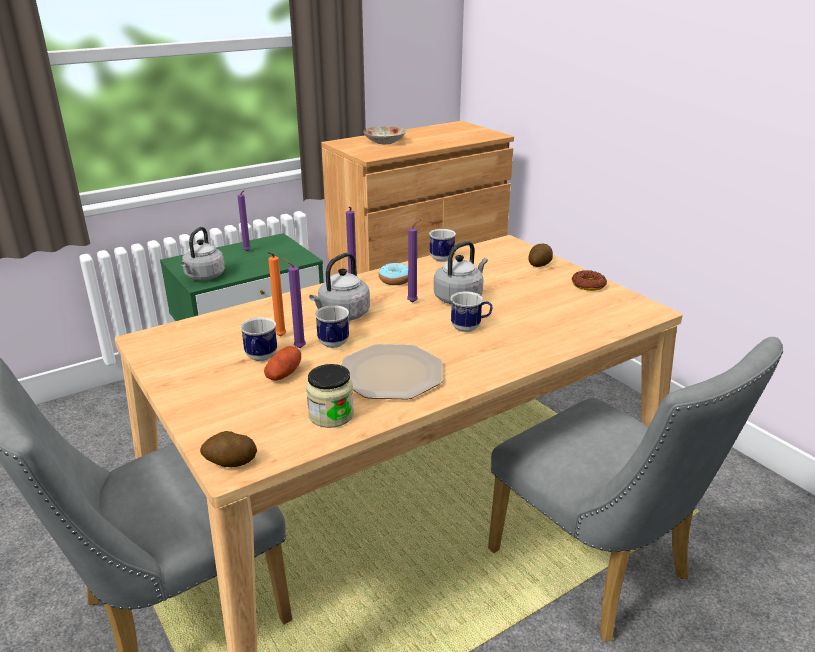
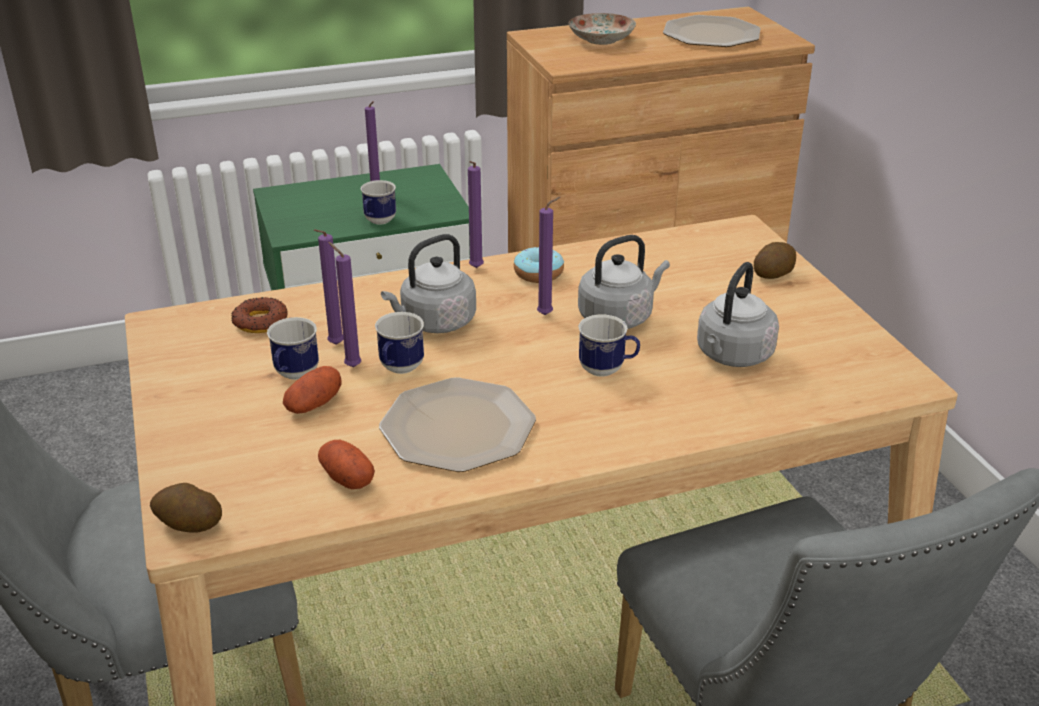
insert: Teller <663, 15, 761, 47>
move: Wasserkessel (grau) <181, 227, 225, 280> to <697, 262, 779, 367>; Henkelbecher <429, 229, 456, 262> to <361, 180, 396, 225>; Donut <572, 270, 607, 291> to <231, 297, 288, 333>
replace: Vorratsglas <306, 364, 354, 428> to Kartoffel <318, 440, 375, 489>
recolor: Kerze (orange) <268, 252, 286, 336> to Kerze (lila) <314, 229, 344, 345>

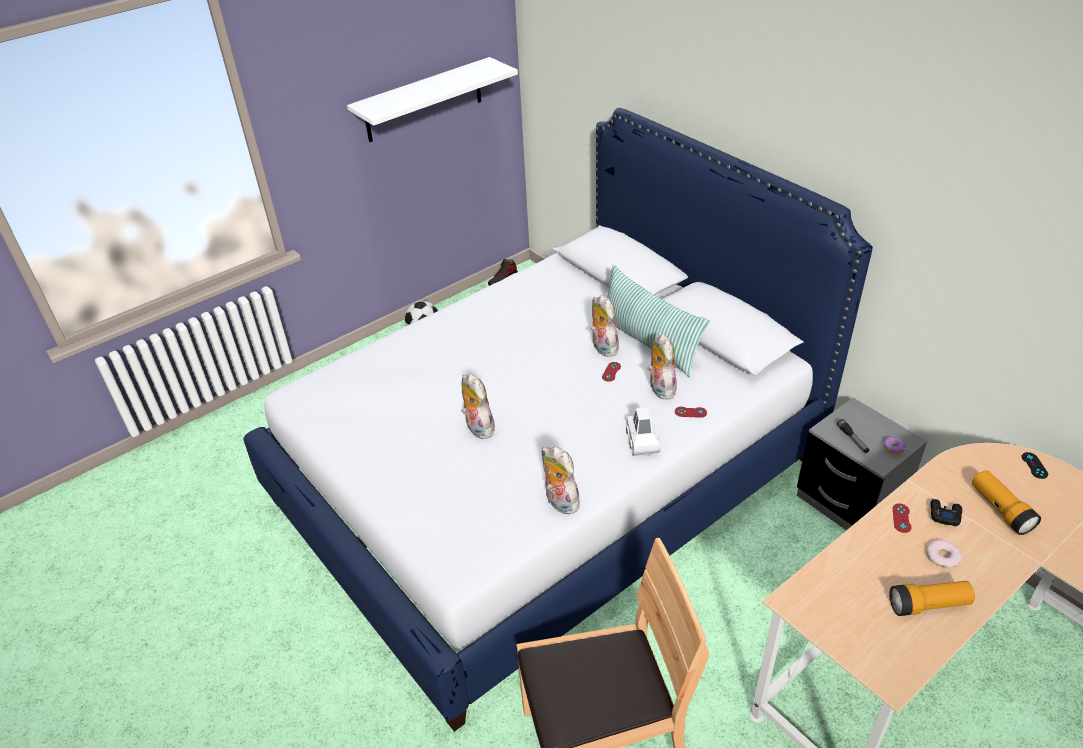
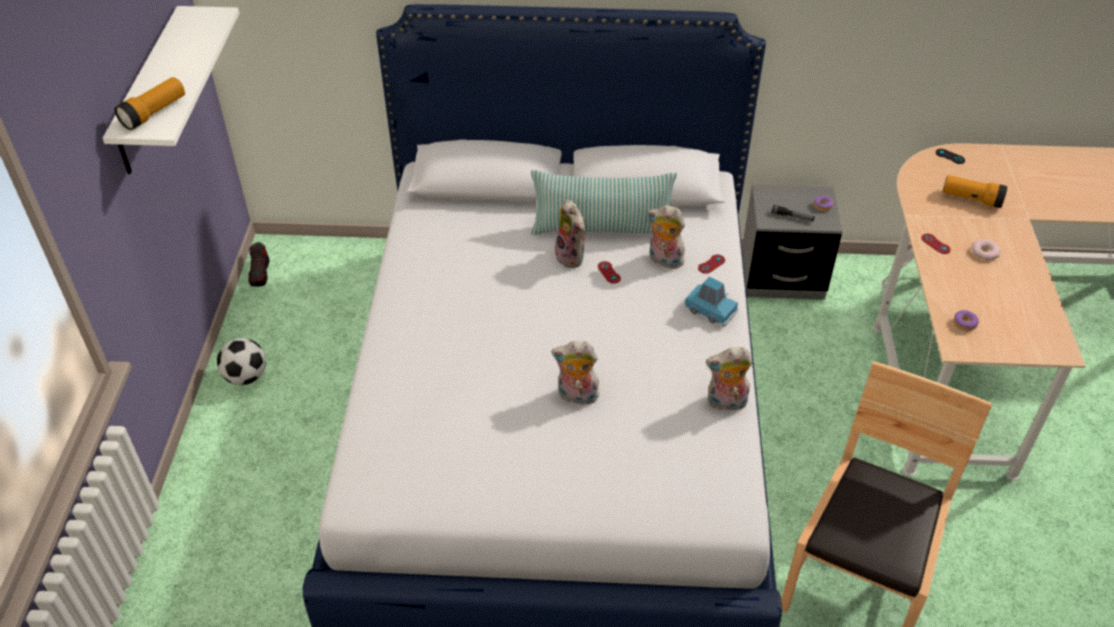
delete: Gamepad (schwarz) <931, 499, 962, 527>
insert: Donut <953, 310, 979, 331>
move: Taschenlampe <889, 581, 975, 616> to <115, 77, 185, 130>
recolor: Spielzeugauto (weiß) <626, 407, 660, 456> to Spielzeugauto (blau) <685, 277, 738, 327>
rotate: Plüschtier <591, 295, 619, 357> = <555, 199, 586, 268> 135 degrees counterclockwise

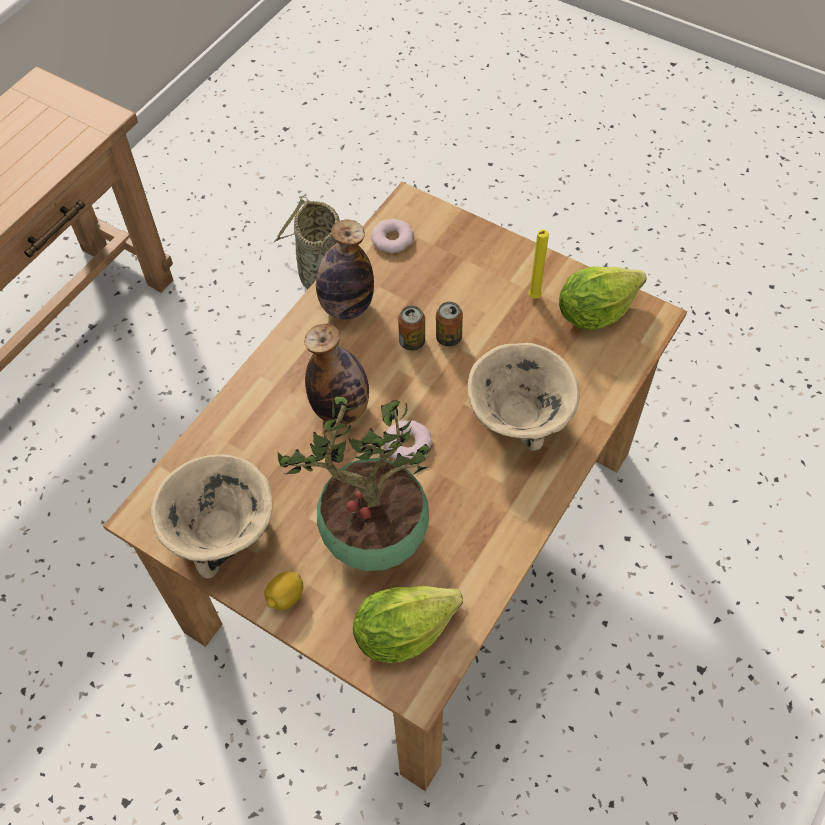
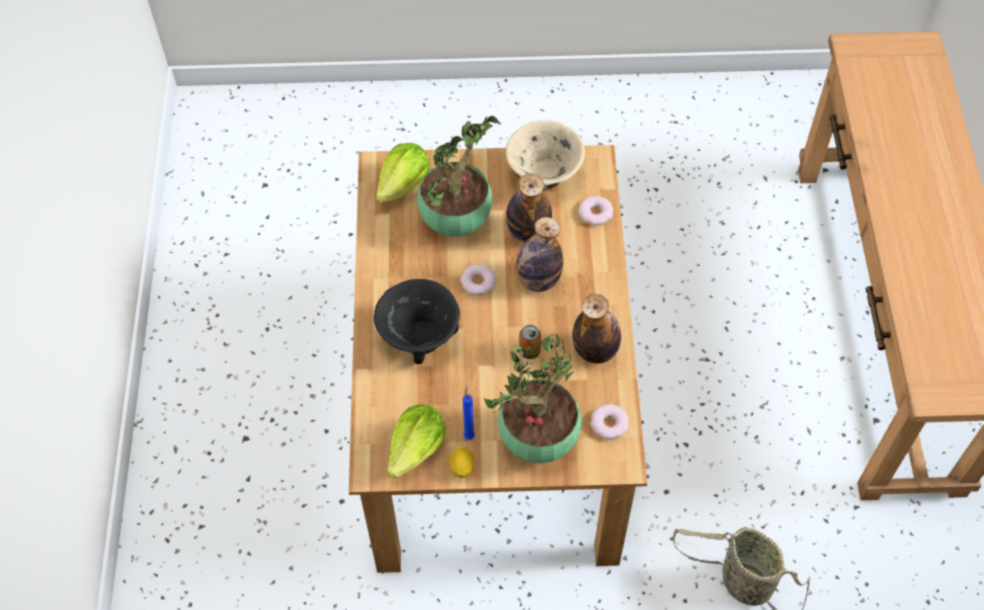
delete: Dose <436, 301, 463, 347>
insert: Topfpflanze <484, 334, 582, 464>; Flasche <506, 174, 552, 242>; Donut <578, 196, 614, 226>
move: Zitrone <264, 572, 303, 610> to <449, 445, 474, 478>
recolor: Schüssel (beige) <467, 343, 579, 451> to Schüssel (schwarz) <374, 279, 460, 364>; Kerze (gelb) <529, 229, 549, 298> to Kerze (blau) <463, 385, 475, 440>

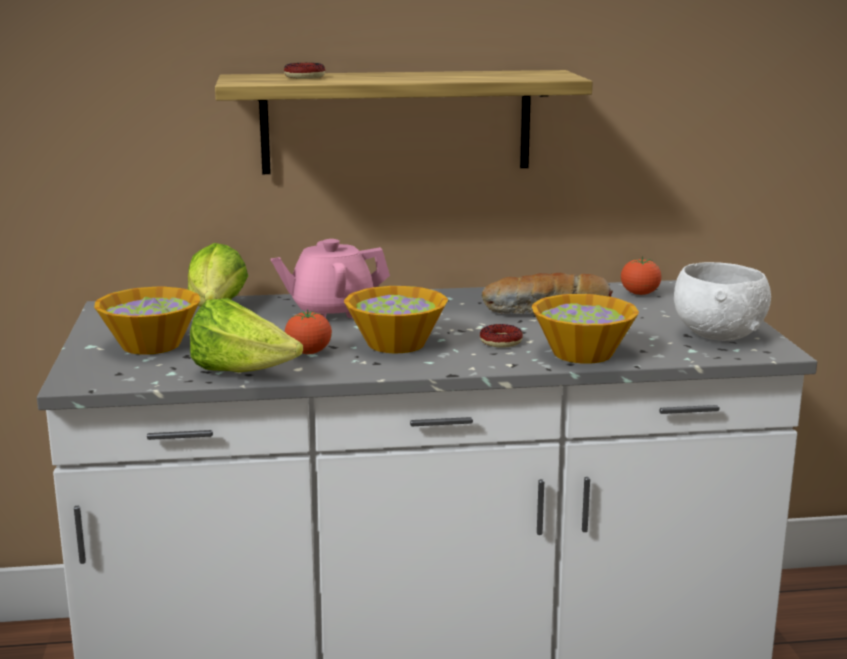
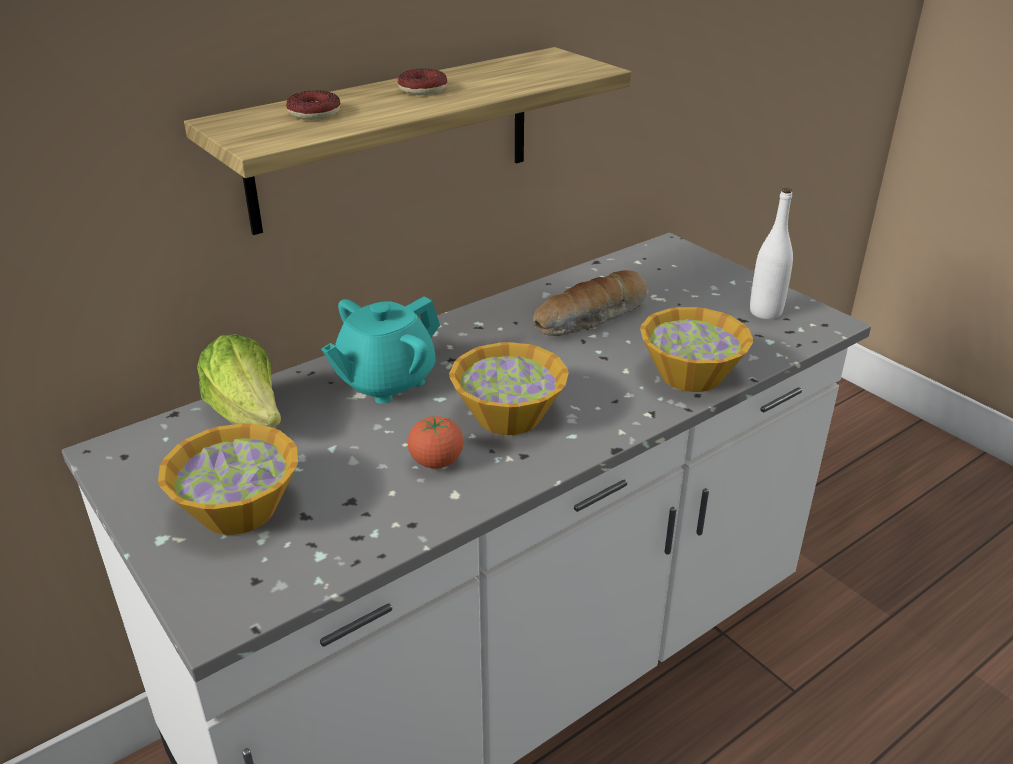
delete: Salatkopf <190, 298, 303, 372>; Tomate <621, 256, 662, 295>
move: Donut <480, 324, 523, 348> to <398, 69, 447, 95>
replace: Schüssel (weiß) <674, 262, 771, 341> to Flasche (weiß) <750, 188, 793, 320>
recolor: Teekanne (rosa) <271, 239, 390, 318> to Teekanne (türkis) <321, 296, 440, 404>

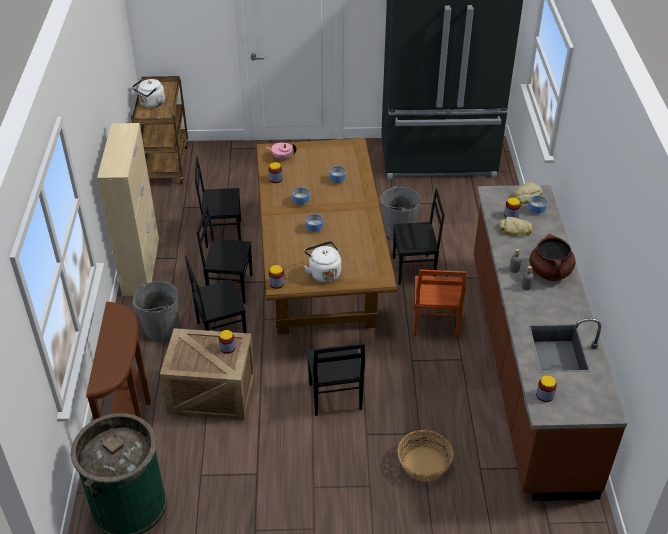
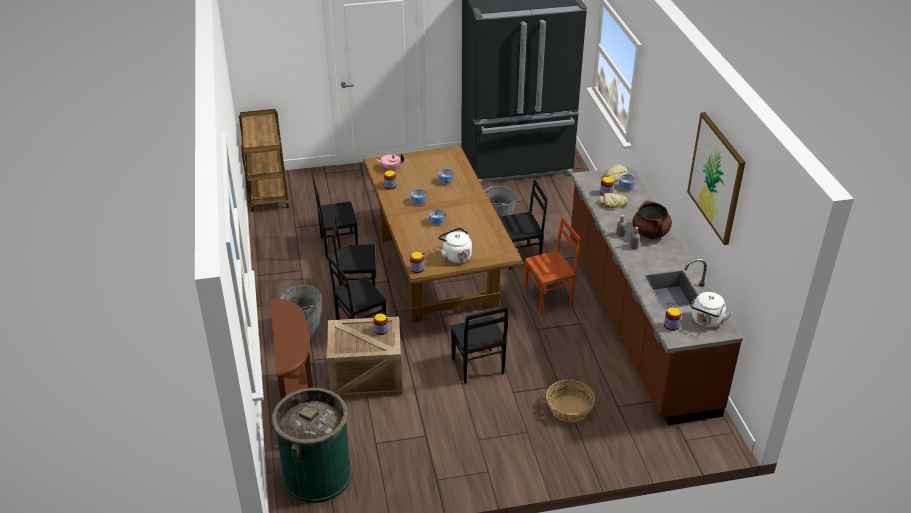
delete: Schrank (beige) <97, 123, 159, 296>
insert: Bild <687, 112, 745, 245>
move: Wasserkessel (weiß) <132, 79, 165, 108> to <690, 292, 732, 328>
rotate: Stuhl (braun) <414, 270, 467, 339> = <524, 217, 581, 314> 105 degrees counterclockwise

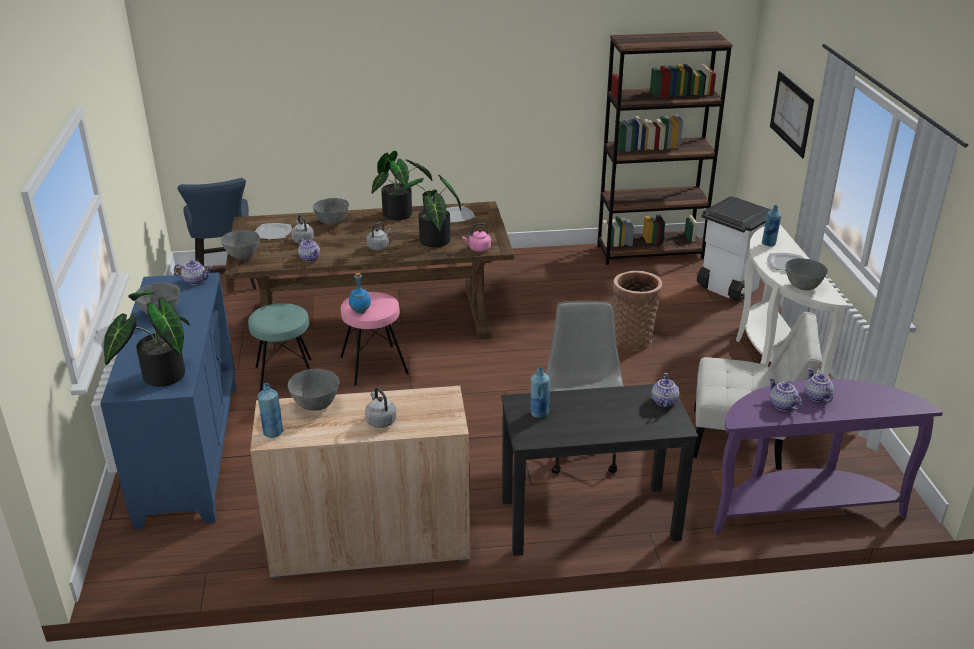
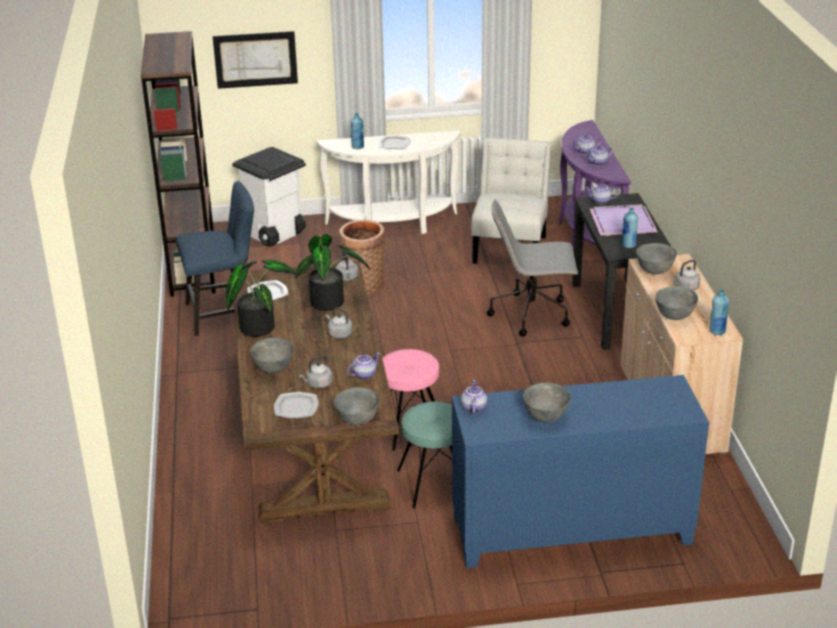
delete: Topfpflanze <104, 291, 190, 387>; Flasche (blau) <349, 273, 371, 314>
insert: Tablett (lila) <590, 204, 658, 236>
move: Stuhl (blau) <178, 178, 256, 289> to <176, 181, 254, 336>; Schüssel (grau) <786, 258, 828, 290> to <636, 243, 677, 274>
recolor: Wasserkessel (rosa) <462, 223, 491, 252> to Wasserkessel (grau) <335, 253, 359, 282>

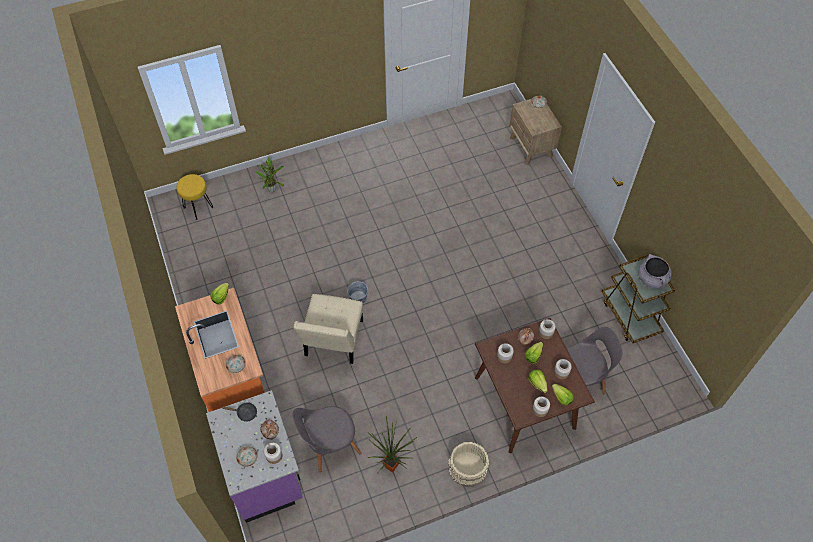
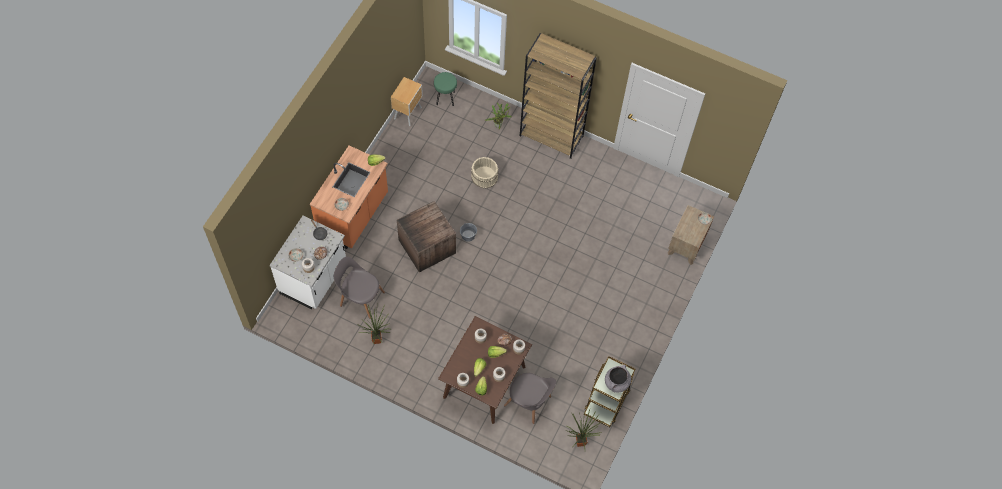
insert: Nachttisch (braun) <391, 77, 423, 126>; Bücherregal (braun) <520, 33, 597, 159>; Topfpflanze <566, 409, 603, 450>
move: Eimer (beige) <448, 442, 489, 487> to <471, 157, 498, 188>
replace: Stuhl (beige) <294, 294, 363, 364> to Kiste <397, 201, 456, 272>
recolor: Hocker (gelb) <176, 174, 213, 220> to Hocker (grün) <434, 72, 457, 106>; Küchenzeile (lila) <206, 390, 303, 523> to Küchenzeile (weiß) <270, 216, 346, 309>

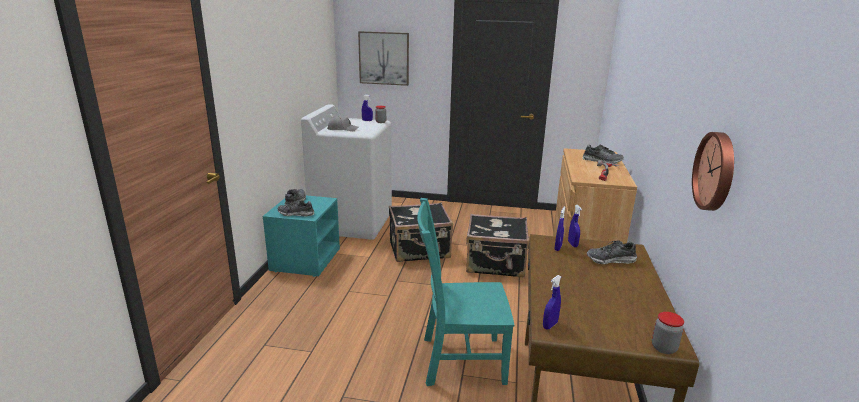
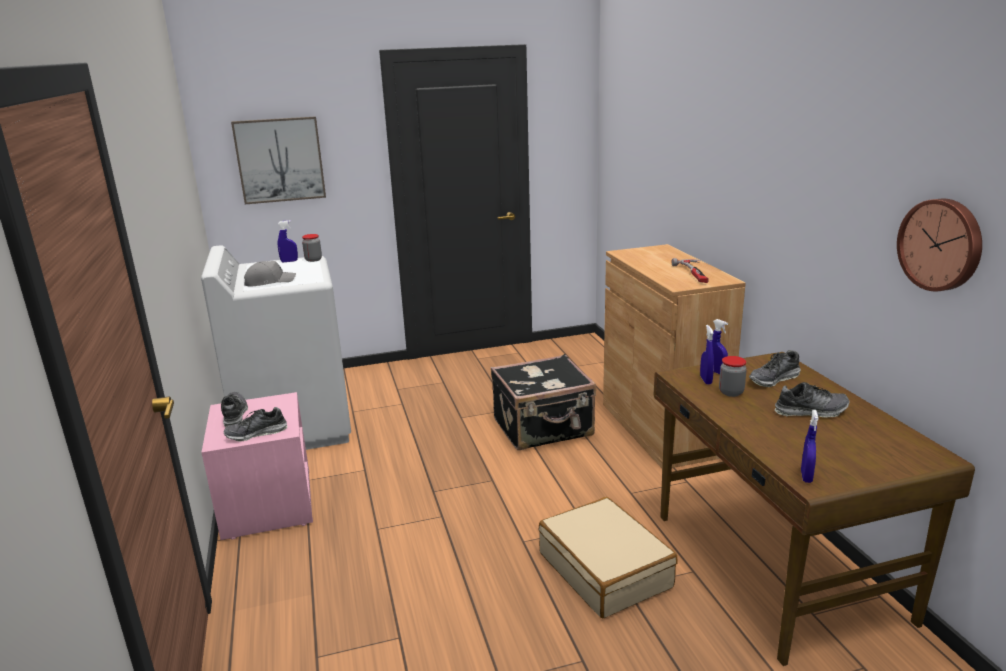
delete: Koffer (schwarz) <389, 203, 453, 262>
move: Schuh <582, 144, 624, 164> to <775, 382, 850, 418>; Vorratsglas <652, 312, 684, 354> to <719, 356, 747, 397>
replace: Stuhl (türkis) <417, 198, 514, 386> to Koffer (beige) <539, 497, 678, 618>
recolor: Nachttisch (türkis) <263, 195, 340, 277> to Nachttisch (rosa) <201, 392, 313, 540>

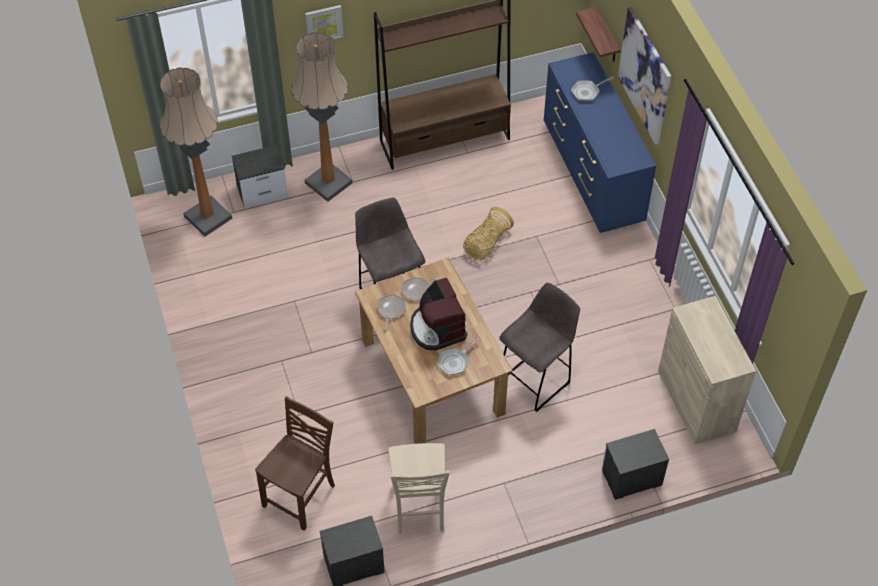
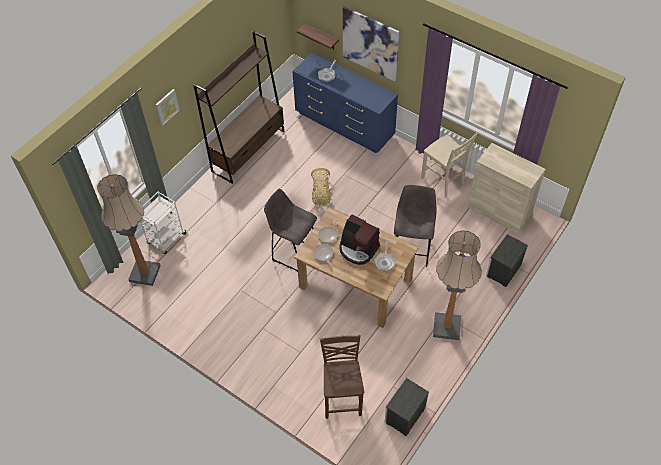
move: Stehlampe <291, 32, 352, 202> to <433, 230, 482, 340>; Stuhl (beige) <388, 443, 450, 535> to <421, 133, 478, 197>
replace: Nachttisch <232, 145, 288, 209> to Rollwagen (weiß) <140, 192, 187, 254>

